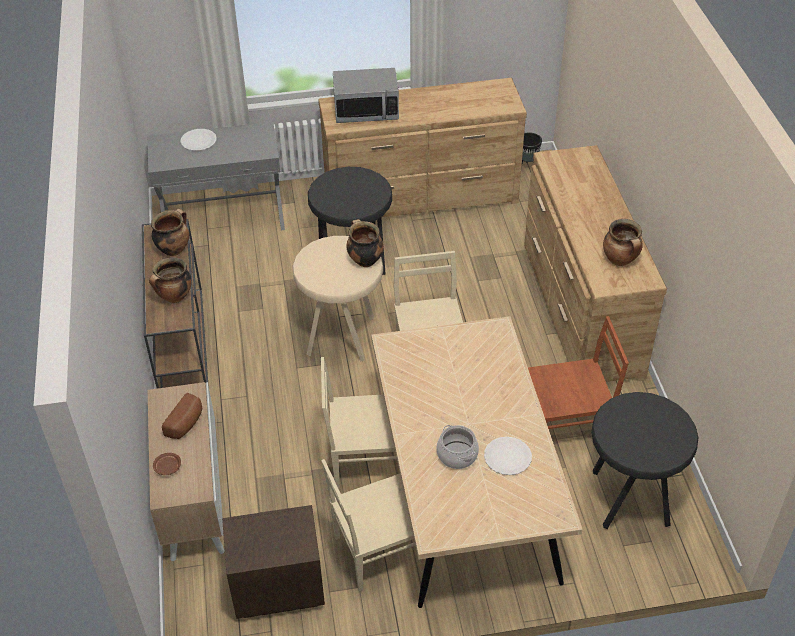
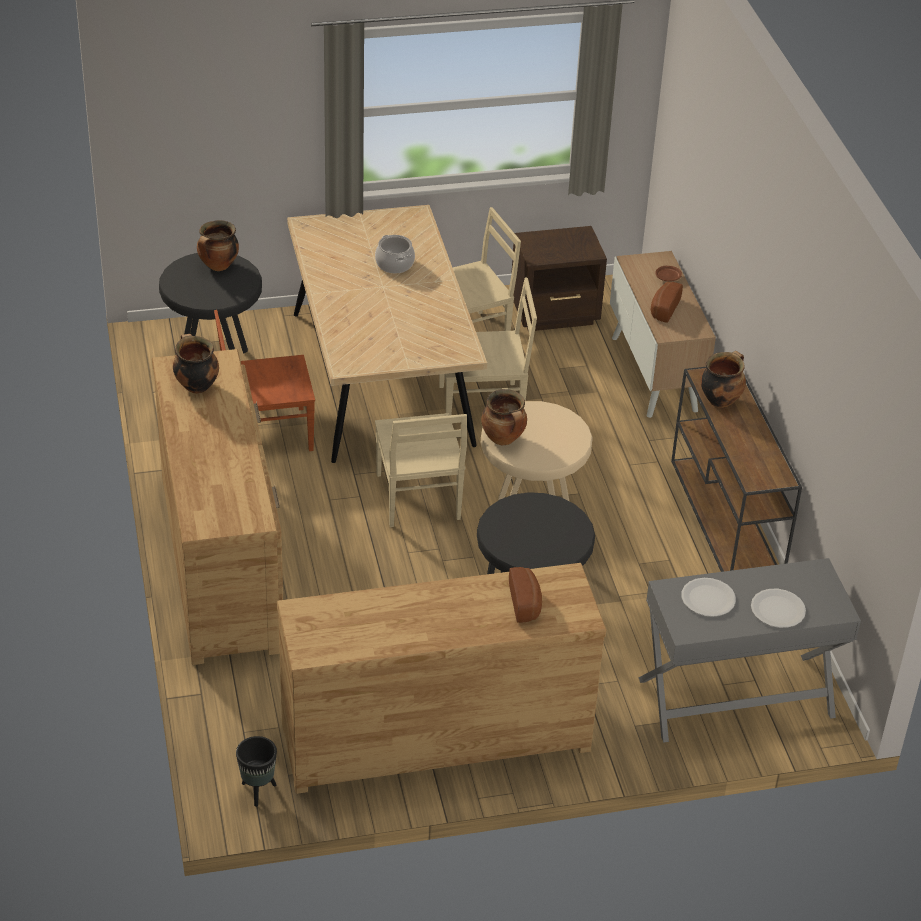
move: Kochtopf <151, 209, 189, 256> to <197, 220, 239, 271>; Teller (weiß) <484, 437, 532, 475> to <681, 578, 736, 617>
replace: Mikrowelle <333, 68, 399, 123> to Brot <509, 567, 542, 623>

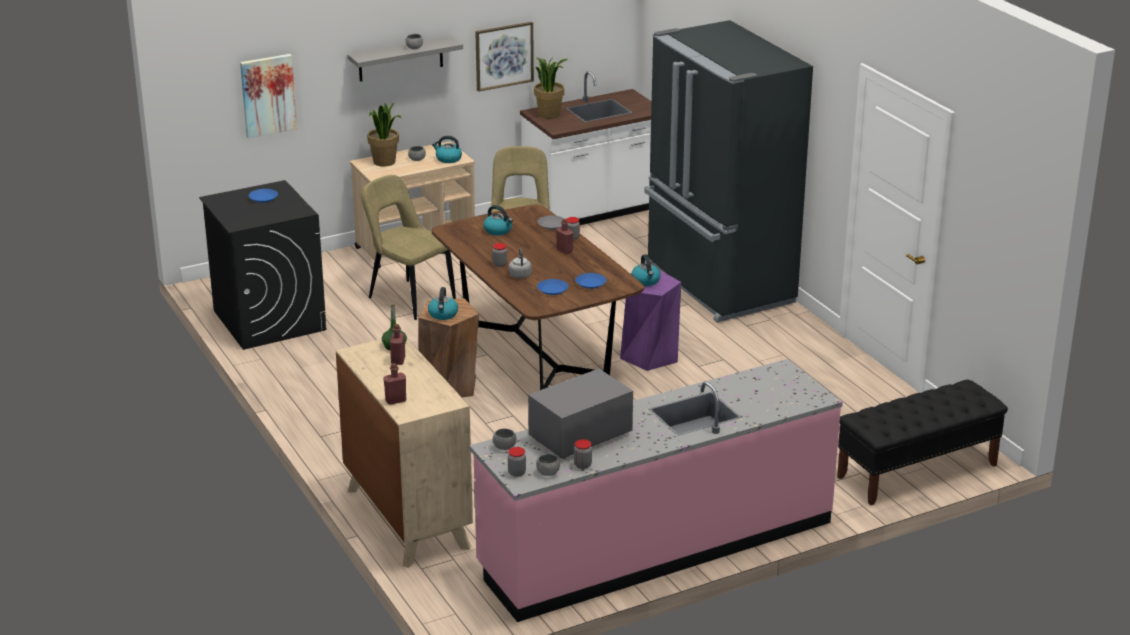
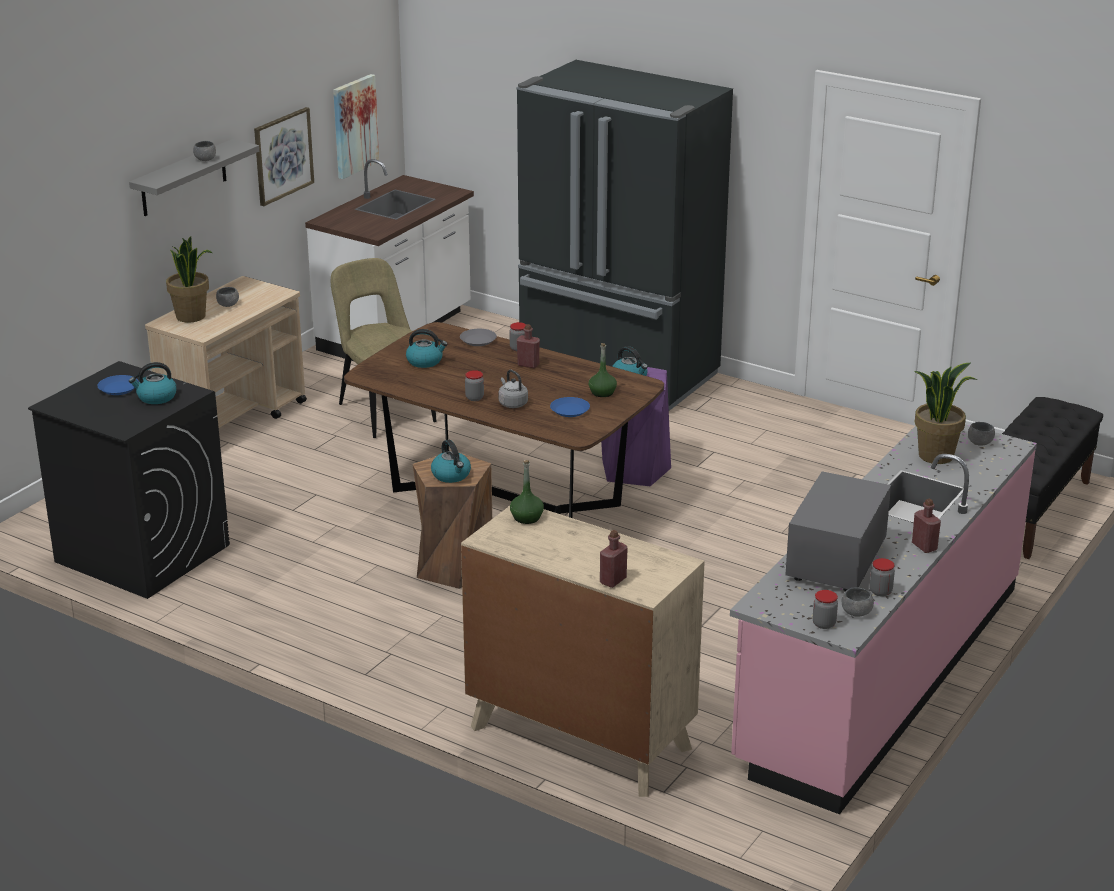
delete: Stuhl (beige) <361, 175, 456, 320>
move: Bild <240, 54, 297, 138> to <333, 74, 379, 179>; Flasche (rot) <390, 324, 405, 365> to <912, 499, 941, 553>; Wasserkessel <432, 136, 462, 163> to <129, 362, 177, 404>; Schüssel (grau) <493, 428, 516, 450> to <968, 422, 995, 446>; Topfpflanze <534, 57, 567, 119> to <914, 363, 978, 464>
replace: Teller (blau) <575, 273, 606, 289> to Flasche (grün) <589, 343, 617, 397>

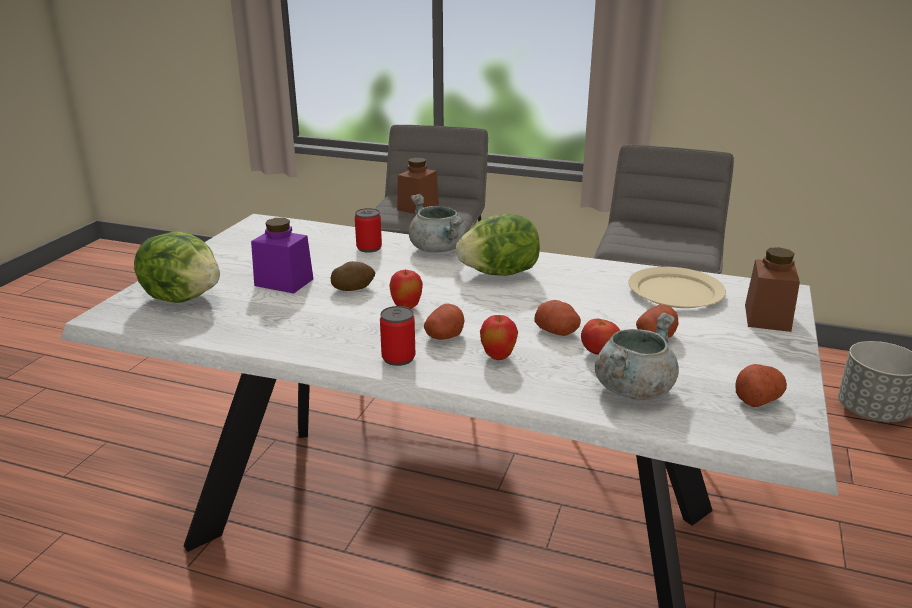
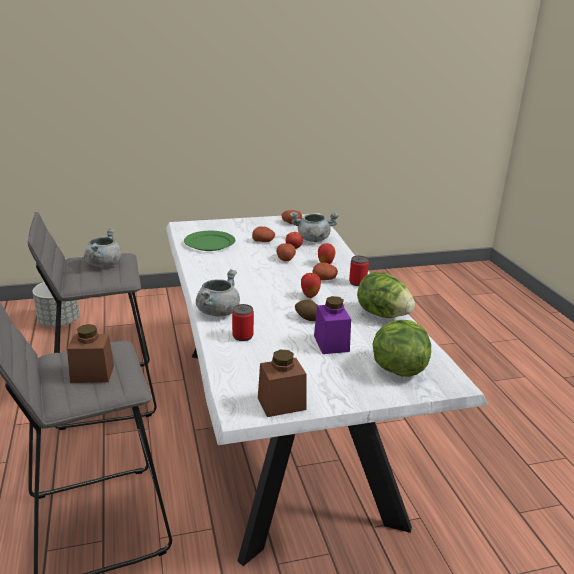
insert: Kochtopf (grau) <84, 229, 122, 267>
move: Salatkopf <456, 214, 540, 276> to <357, 272, 415, 318>; Vorratsglas (braun) <745, 247, 800, 332> to <258, 350, 306, 417>
recolor: Teller (beige) <628, 267, 726, 308> to Teller (grün) <184, 231, 235, 251>

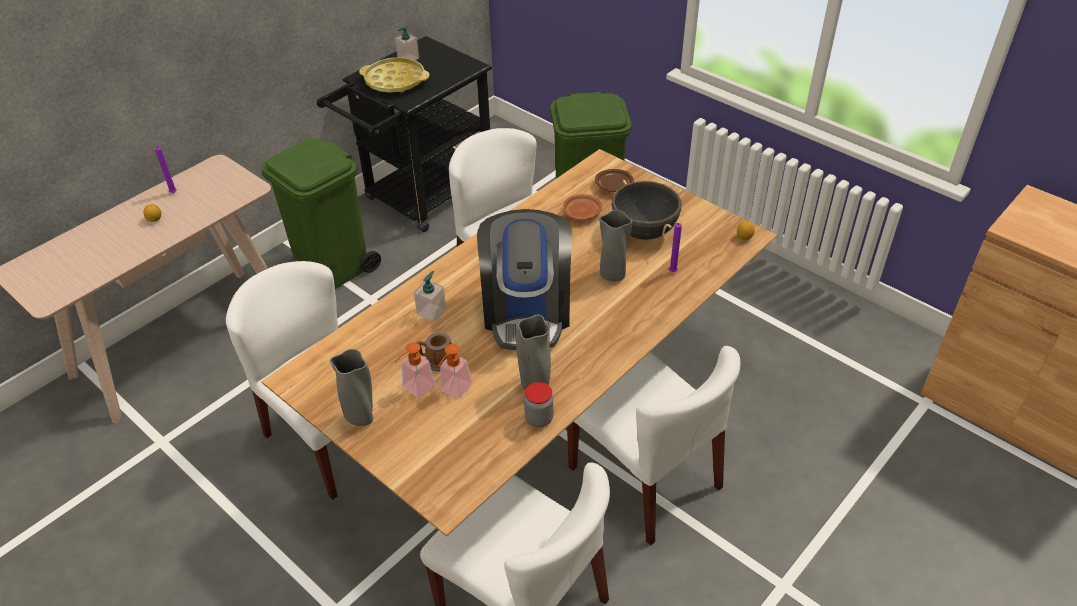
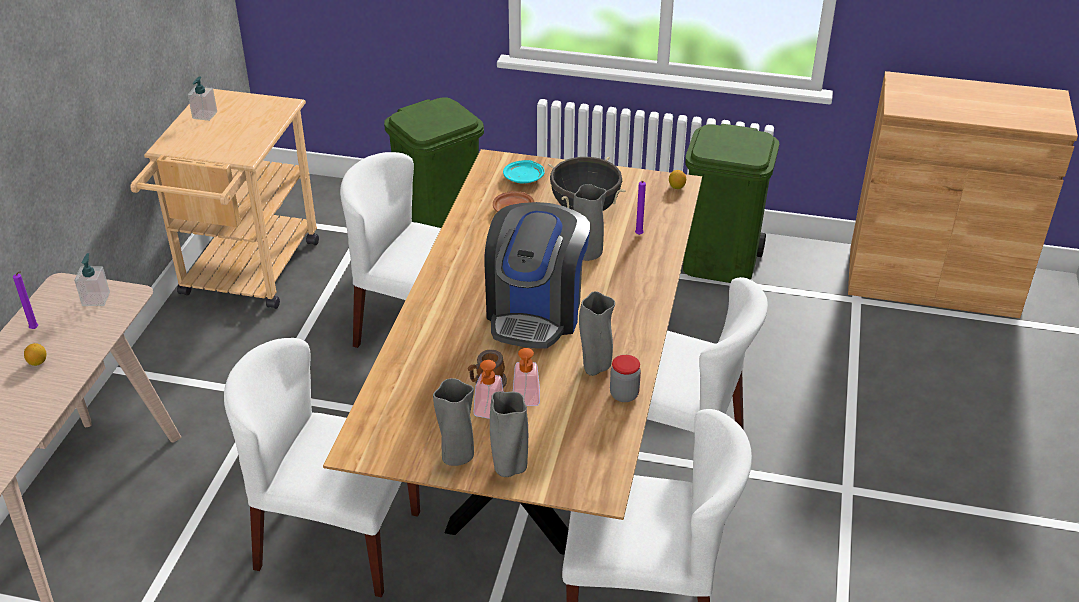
delete: Tablett (gelb) <359, 57, 429, 93>
insert: Vase (grau) <490, 392, 528, 477>
move: Mülleimer (grün) <261, 138, 381, 289> to <683, 124, 779, 283>; Seifenspender <414, 271, 446, 322> to <74, 253, 110, 306>
recolor: Rollwagen (schwarz) <317, 36, 492, 232> to Rollwagen (beige) <130, 89, 319, 309>; Teller (braun) <595, 169, 634, 192> to Teller (türkis) <503, 160, 545, 184>
rotate: Kaffeemaschine <477, 209, 572, 350> = <484, 202, 590, 349> 45 degrees clockwise

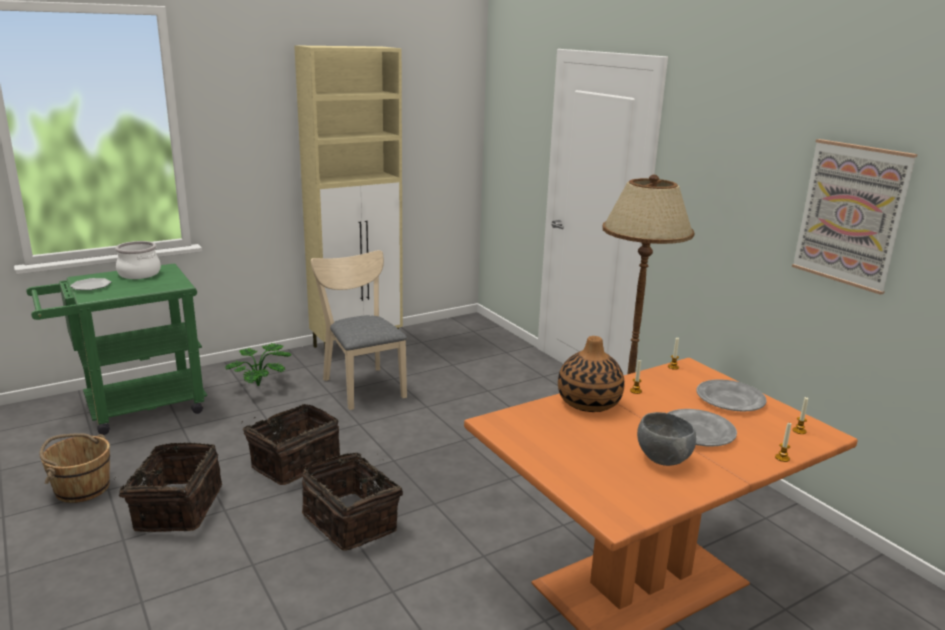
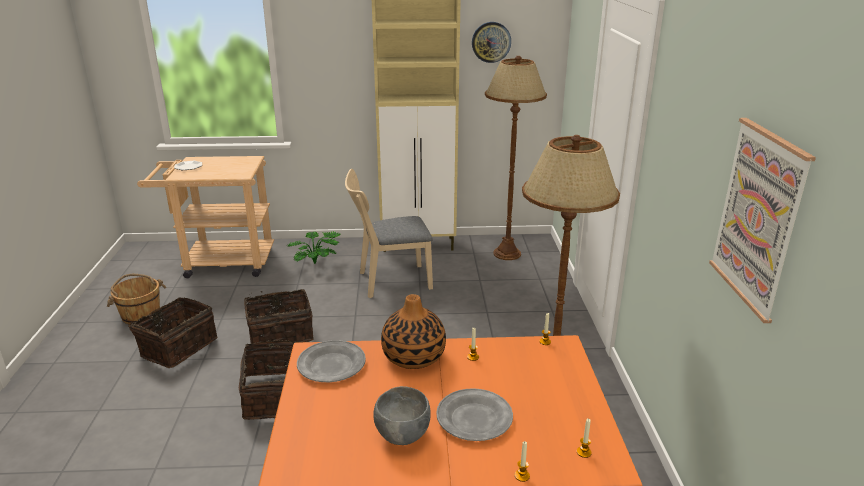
delete: Kochtopf <115, 241, 161, 279>
insert: Wanduhr <472, 22, 511, 63>; Stehlampe (braun) <485, 56, 547, 260>
move: Teller (grau) <696, 379, 766, 411> to <297, 340, 366, 382>
recolor: Rollwagen (grün) <26, 263, 207, 435> to Rollwagen (beige) <137, 156, 274, 278>
rotate: Stuhl (beige) <311, 250, 407, 410> = <345, 169, 433, 298> 105 degrees counterclockwise

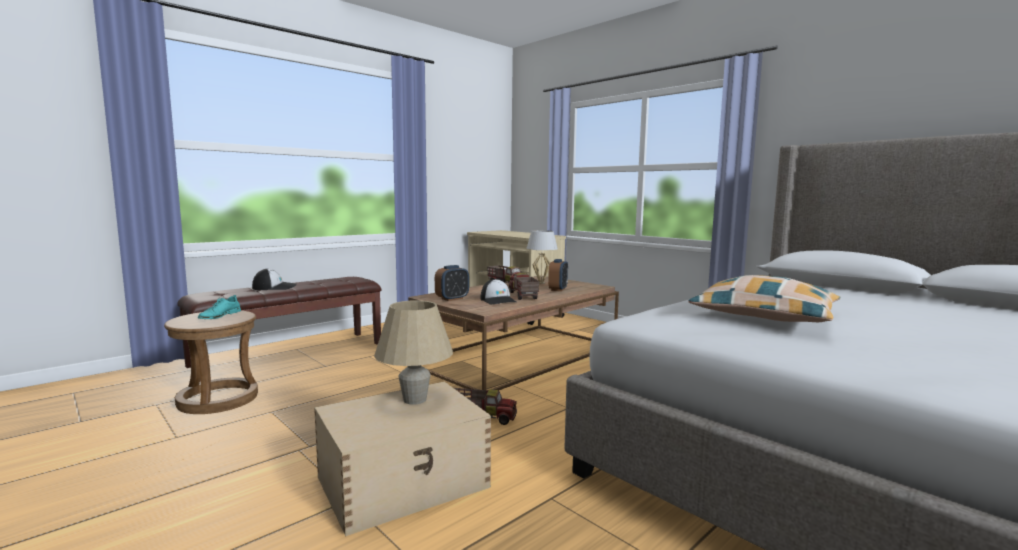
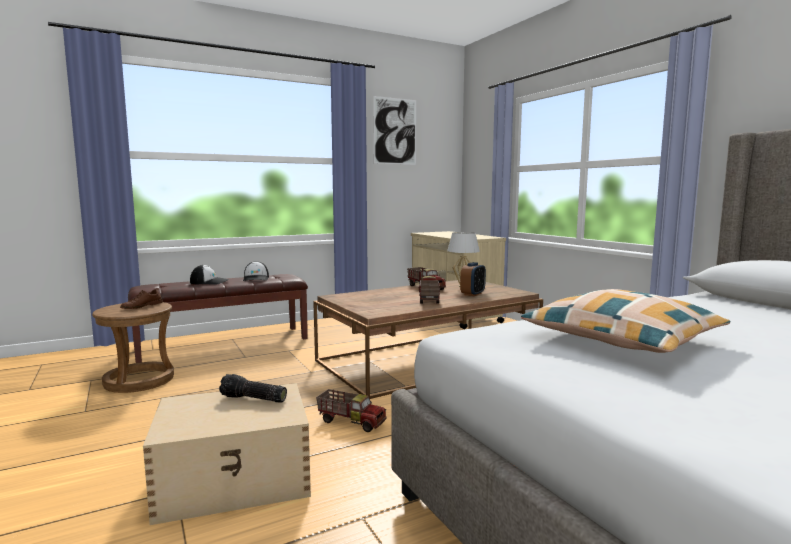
delete: Wecker <435, 265, 469, 301>
insert: Bild <373, 96, 416, 165>
move: Kappe <481, 279, 516, 304> to <243, 261, 269, 281>
replace: Tischlampe (beige) <374, 300, 453, 405> to Taschenlampe <219, 374, 287, 403>
recolor: Schuh (türkis) <198, 295, 241, 319> to Schuh (braun) <120, 288, 163, 309>

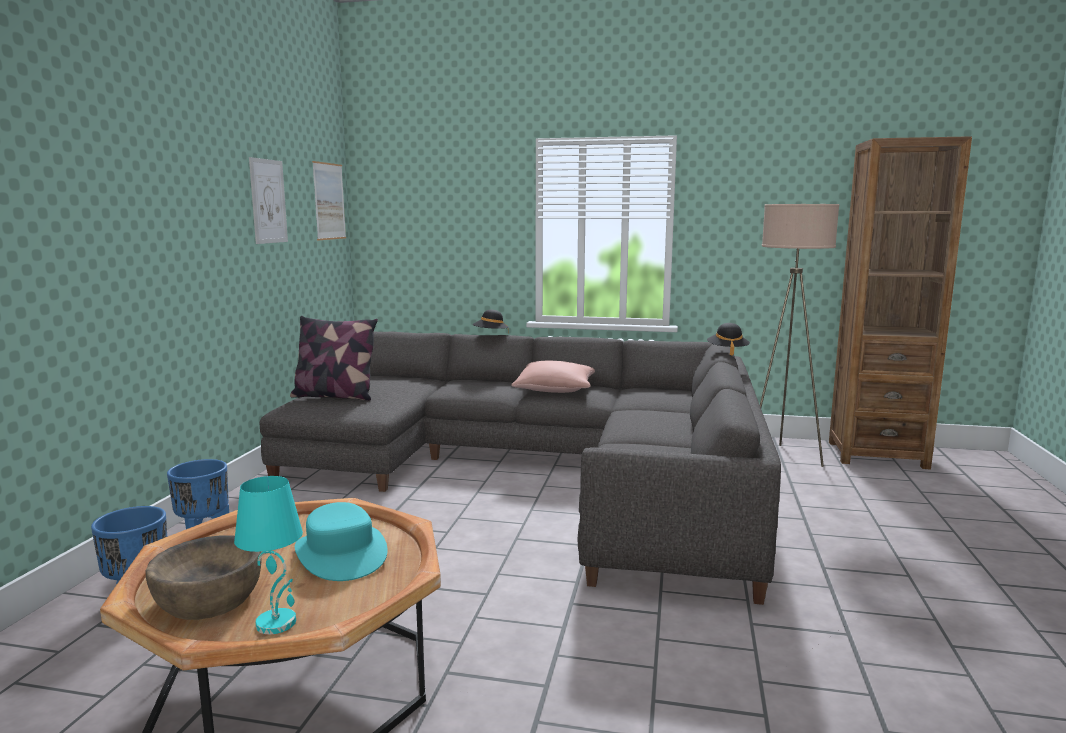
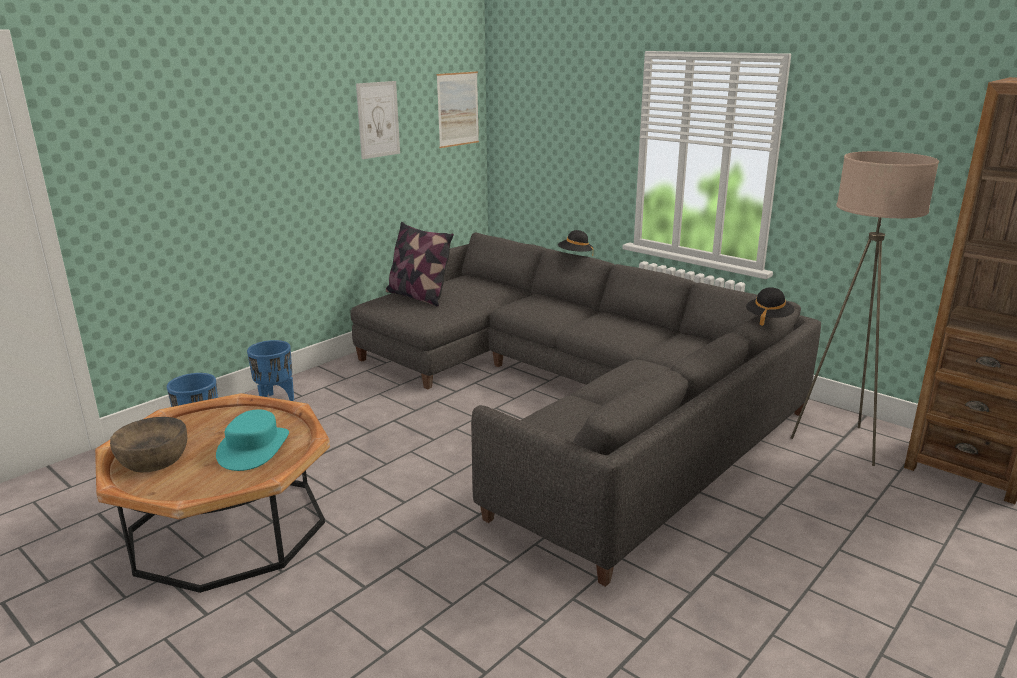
delete: Tischlampe (türkis) <234, 476, 303, 634>; Kissen (rosa) <511, 360, 595, 393>

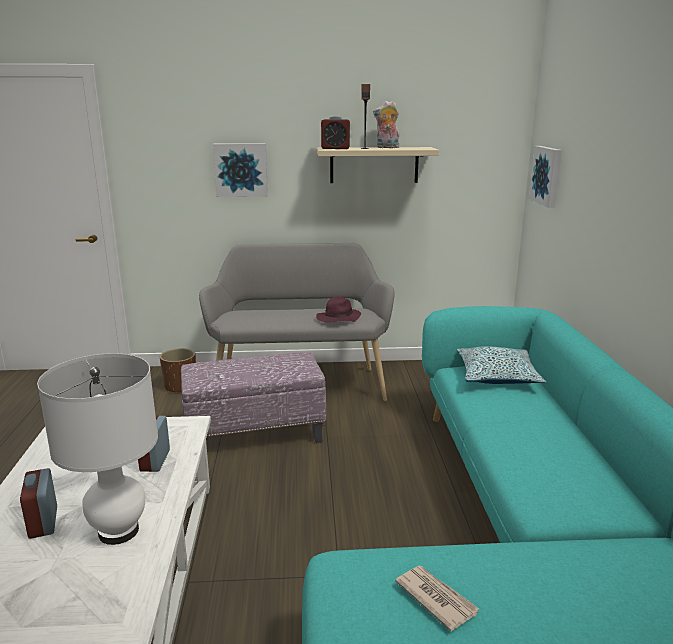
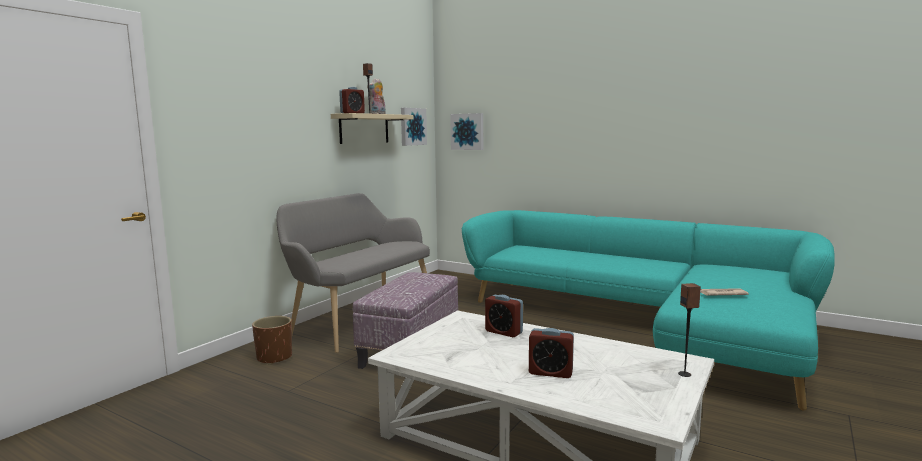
delete: Tischlampe (weiß) <37, 353, 158, 545>; Hut (lila) <316, 297, 361, 322>; Kissen <457, 346, 546, 384>
insert: Lautsprecher <678, 283, 701, 377>
move: Bild <213, 143, 268, 197> to <401, 108, 427, 146>

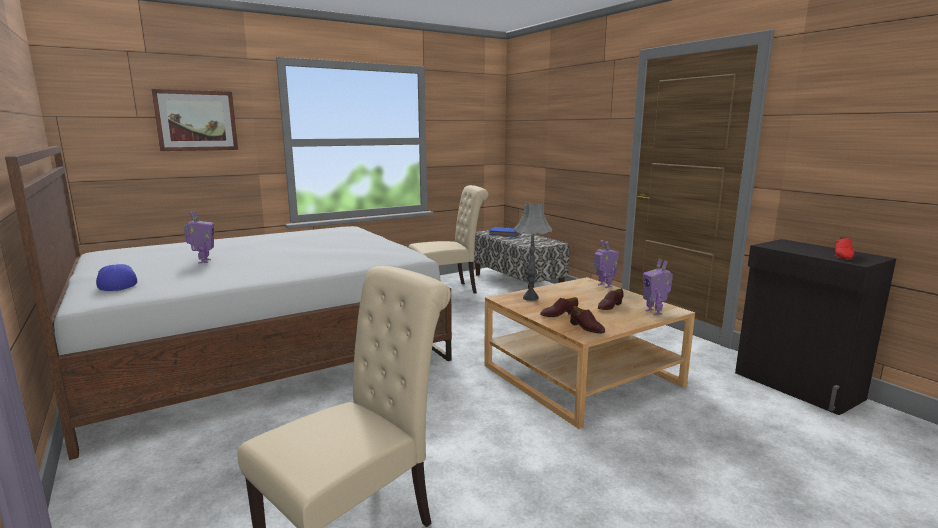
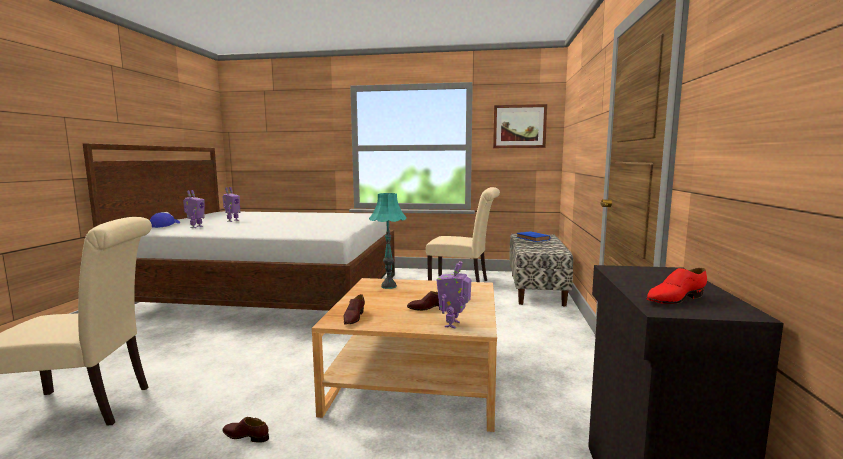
move: Bild <151, 89, 238, 151> to <493, 104, 547, 148>; Schuh (braun) <540, 297, 578, 317> to <222, 417, 269, 443>; Spielzeugroboter <594, 240, 619, 288> to <183, 190, 205, 228>
recolor: Tischlampe (grau) <514, 204, 552, 301> to Tischlampe (türkis) <369, 193, 407, 289>

